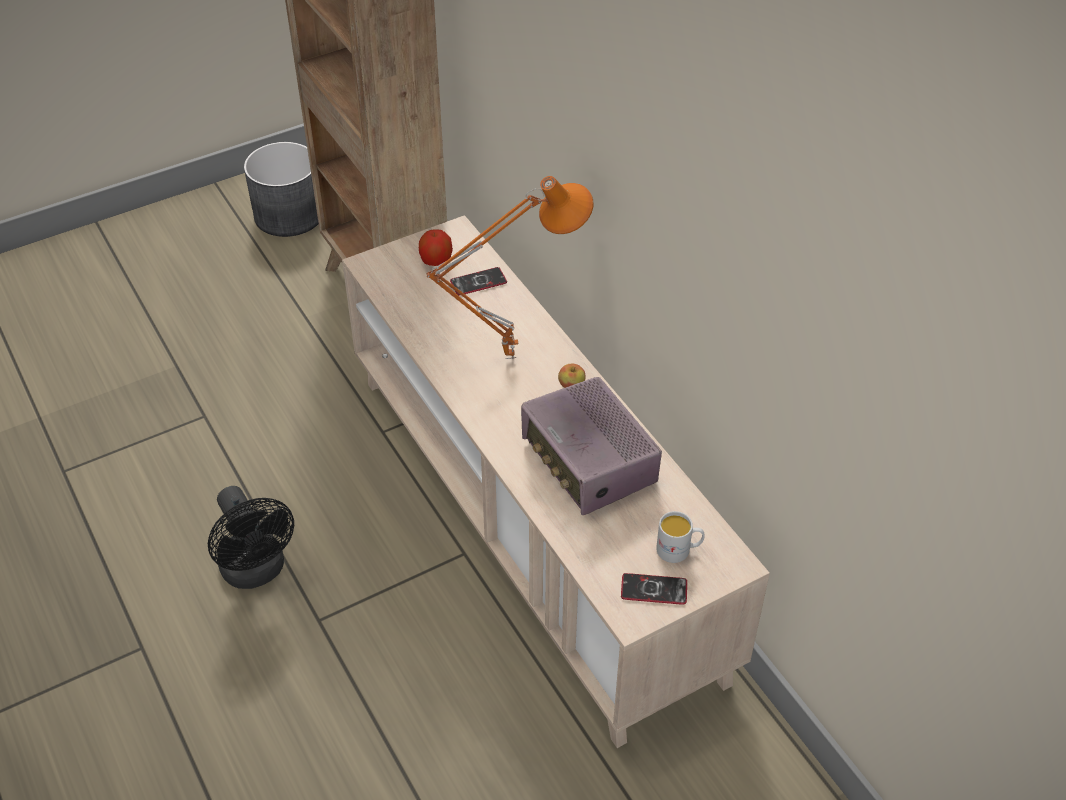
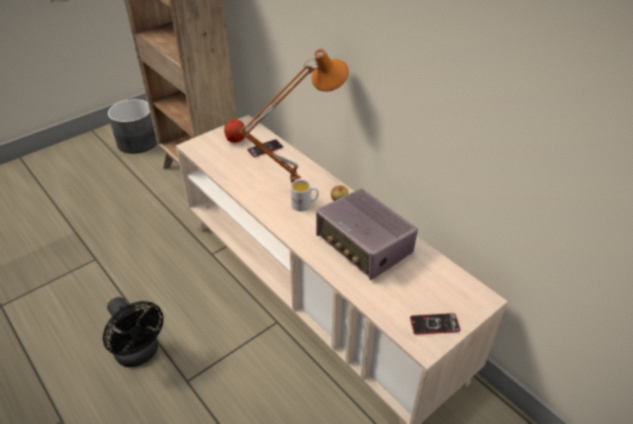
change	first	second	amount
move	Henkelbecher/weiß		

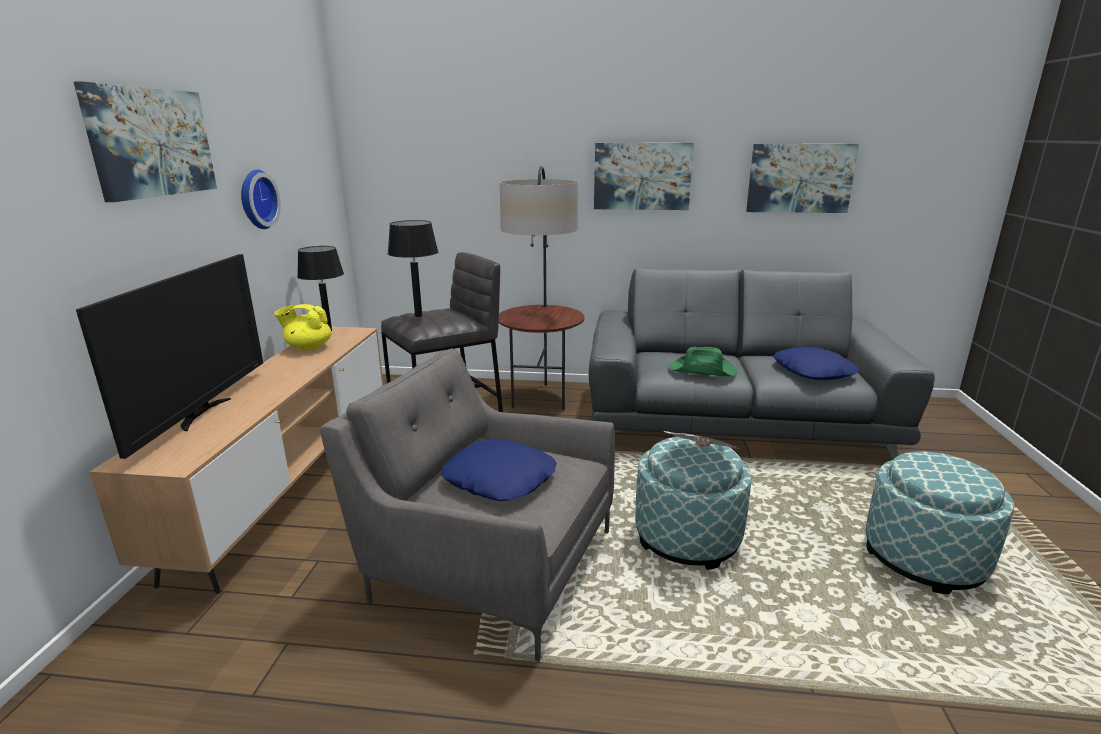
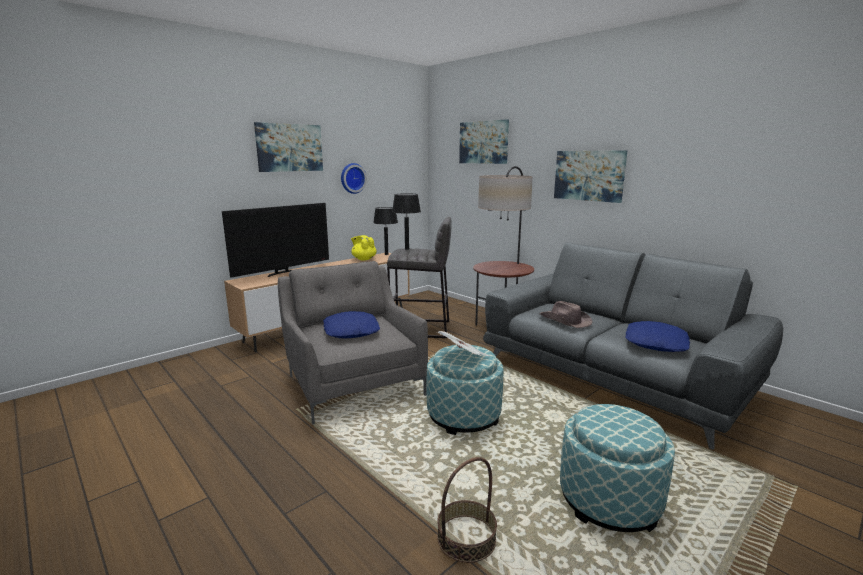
change	first	second	amount
move	Bild (3rd from left in the first image)	Bild (2nd from left)	
recolor	Hut/grün	Hut/braun	
insert		Korb	

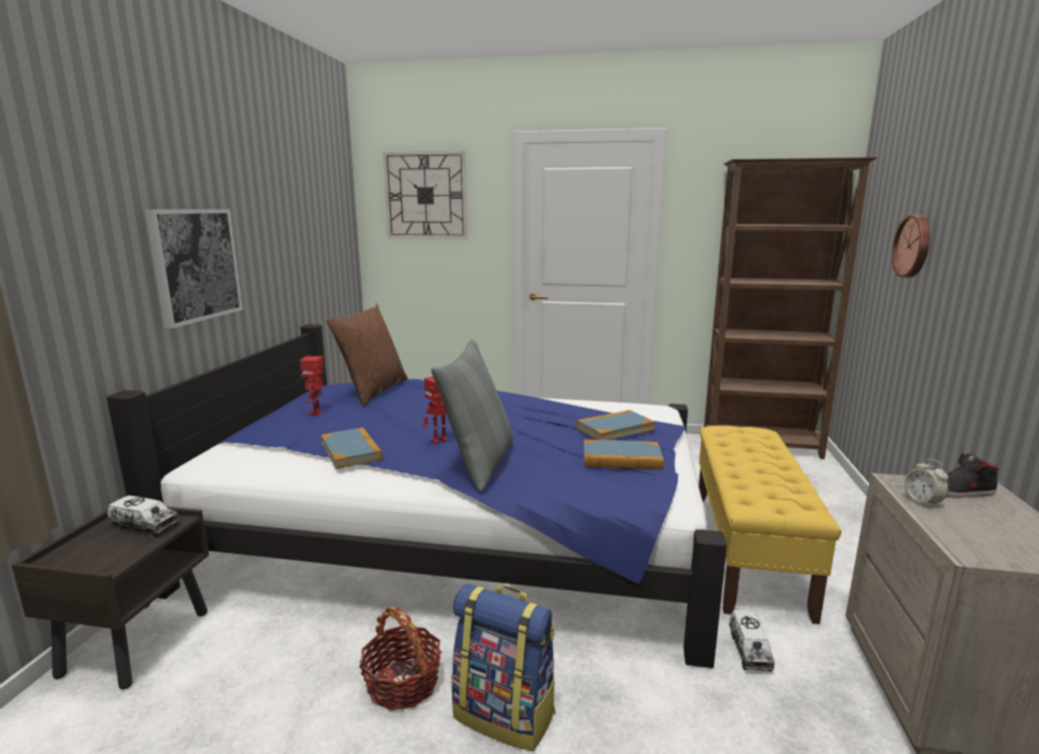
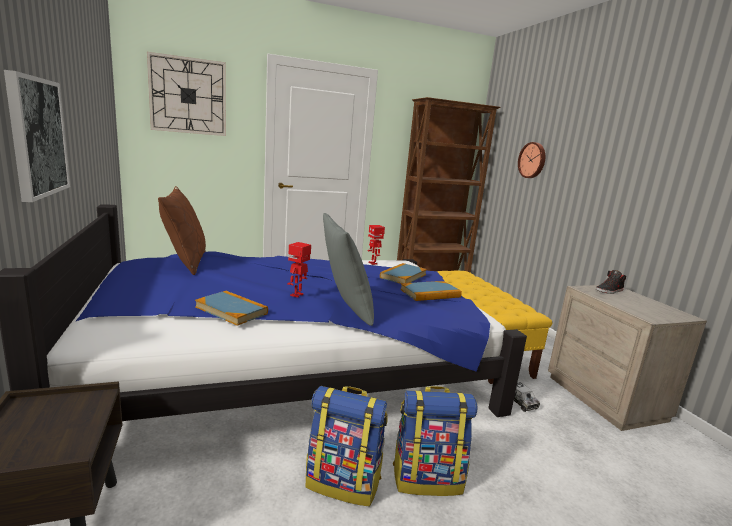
change	first	second	amount
move	Spielzeugroboter (1st from left in the first image)	Spielzeugroboter (2nd from left)	
delete	Wecker		
delete	Spielzeuglaster (1st from left)		
replace	Korb	Rucksack (1st from left)	

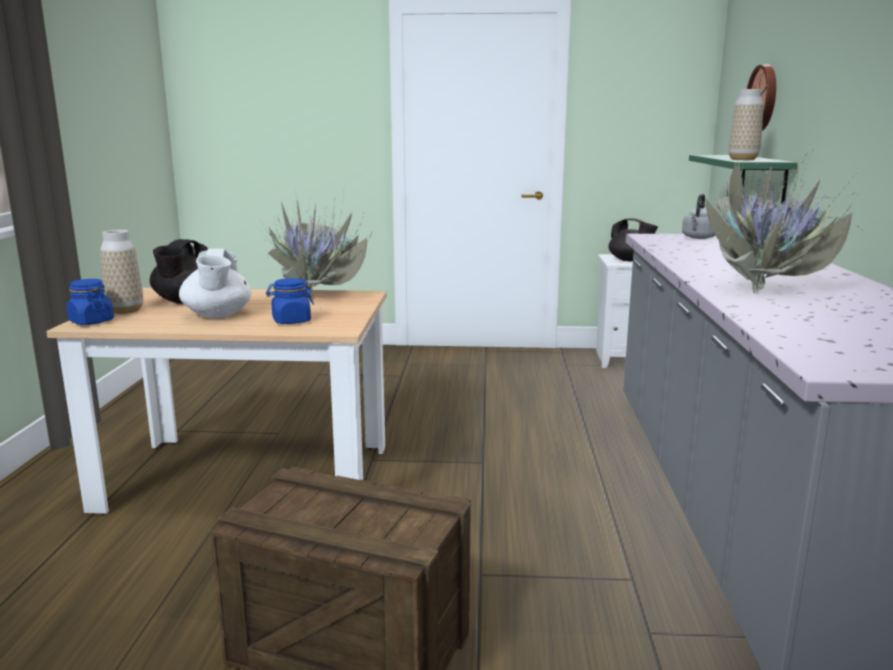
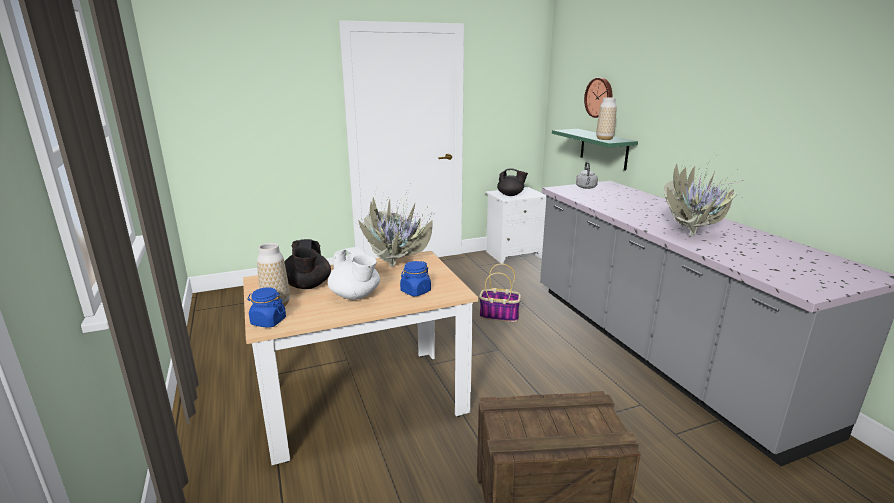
change	first	second	amount
insert		Korb	

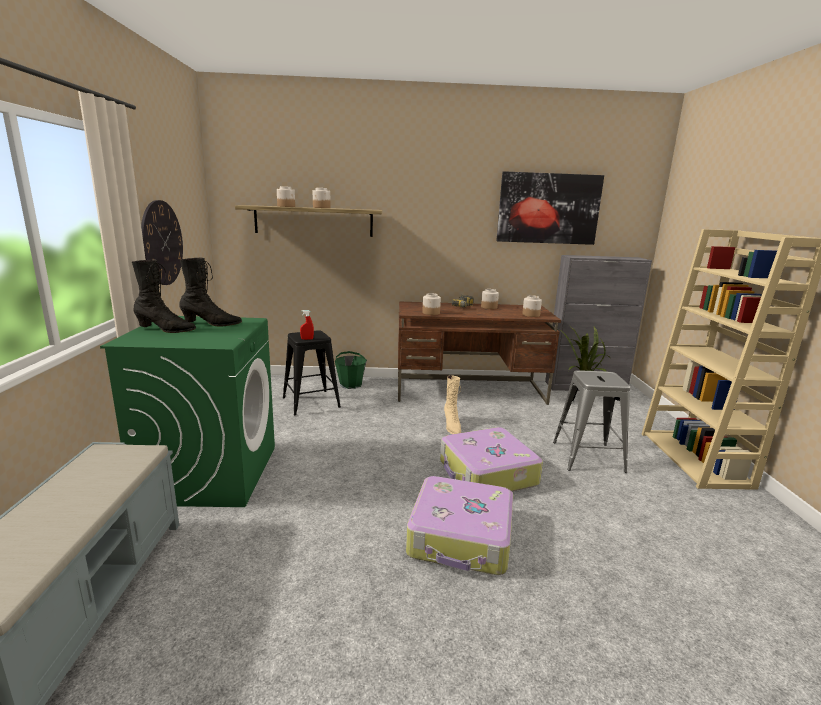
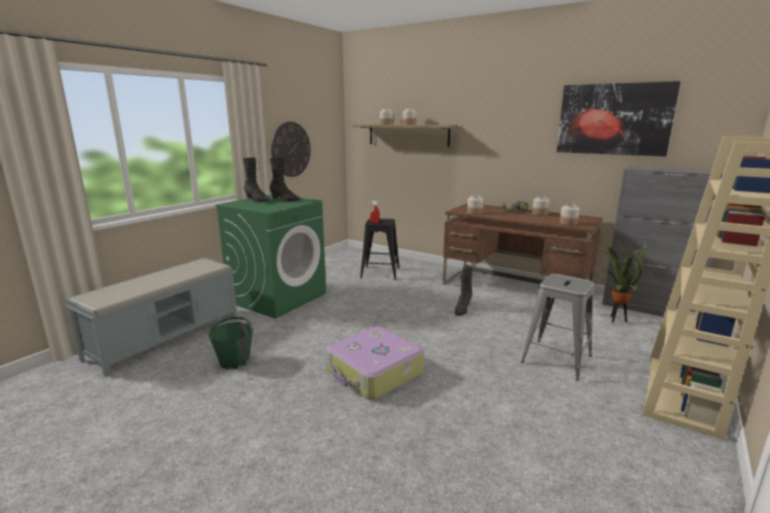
change	first	second	amount
move	Eimer/grün		
recolor	Stiefel/beige	Stiefel/schwarz (3rd from left)	
delete	Koffer (2nd from left)		

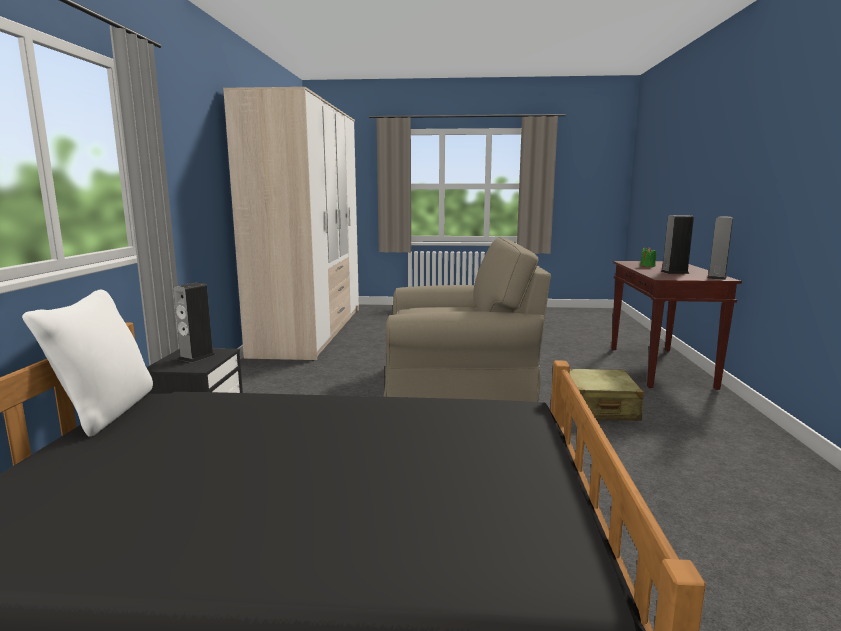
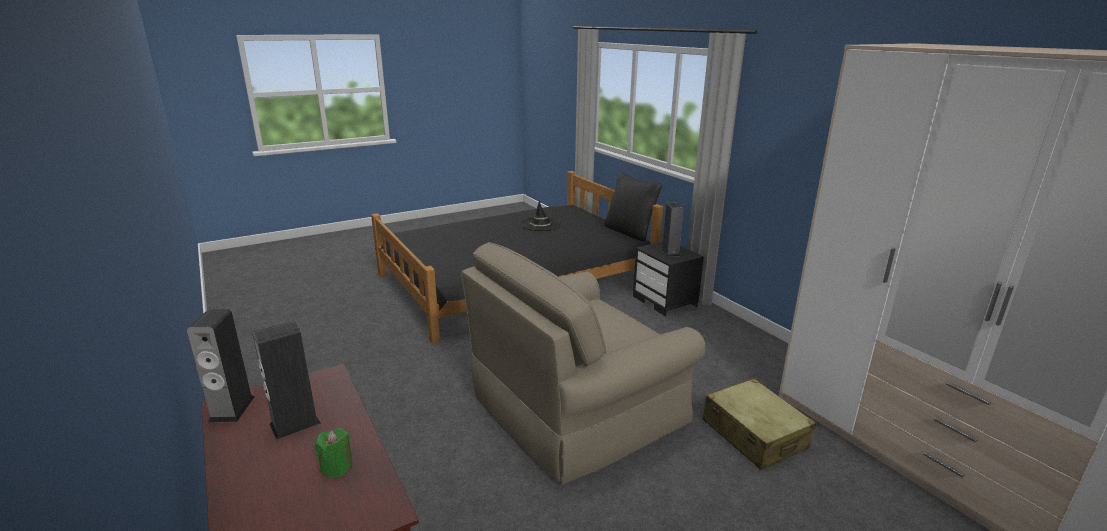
change	first	second	amount
recolor	Kissen/weiß	Kissen/schwarz	
move	Koffer/beige		
insert		Hut/schwarz	

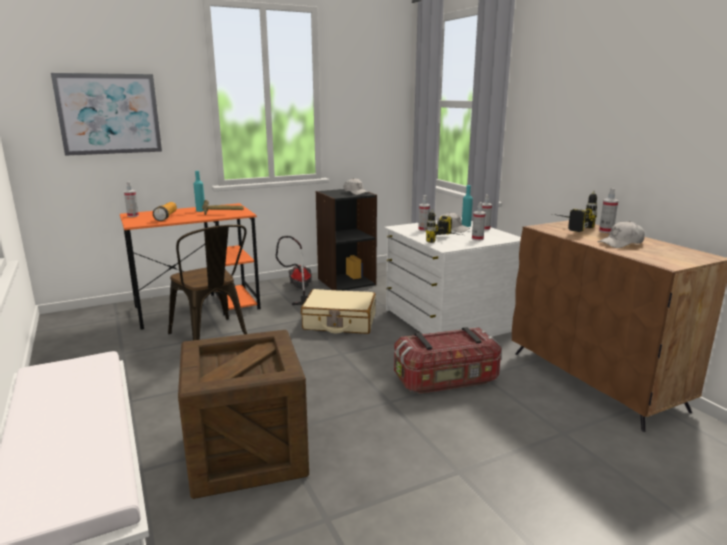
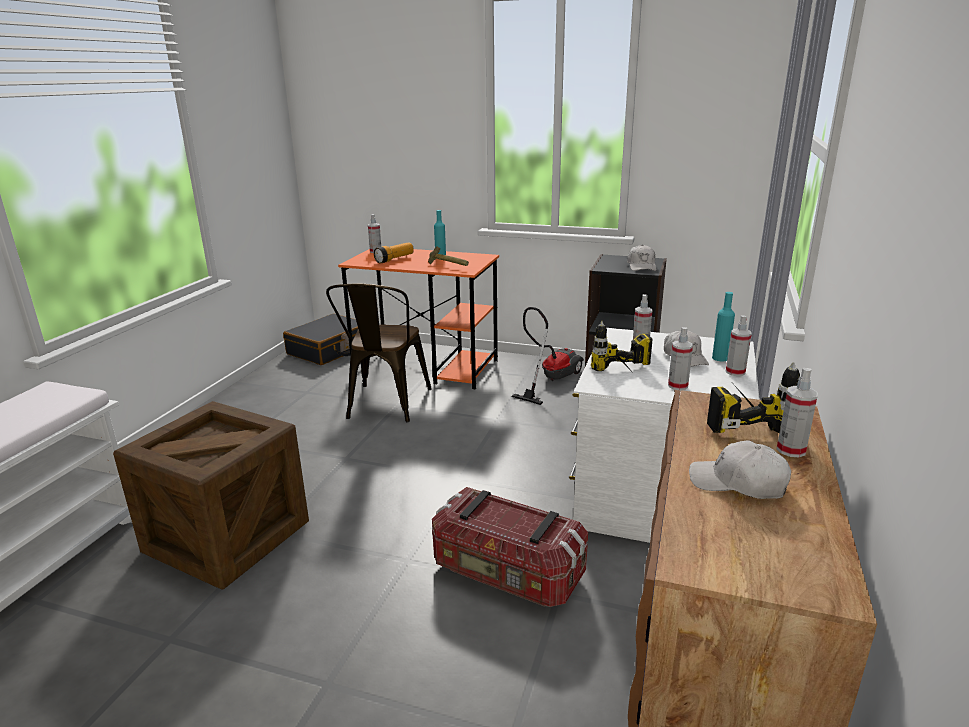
change	first	second	amount
delete	Bild		
delete	Koffer/beige		
insert		Koffer/schwarz	

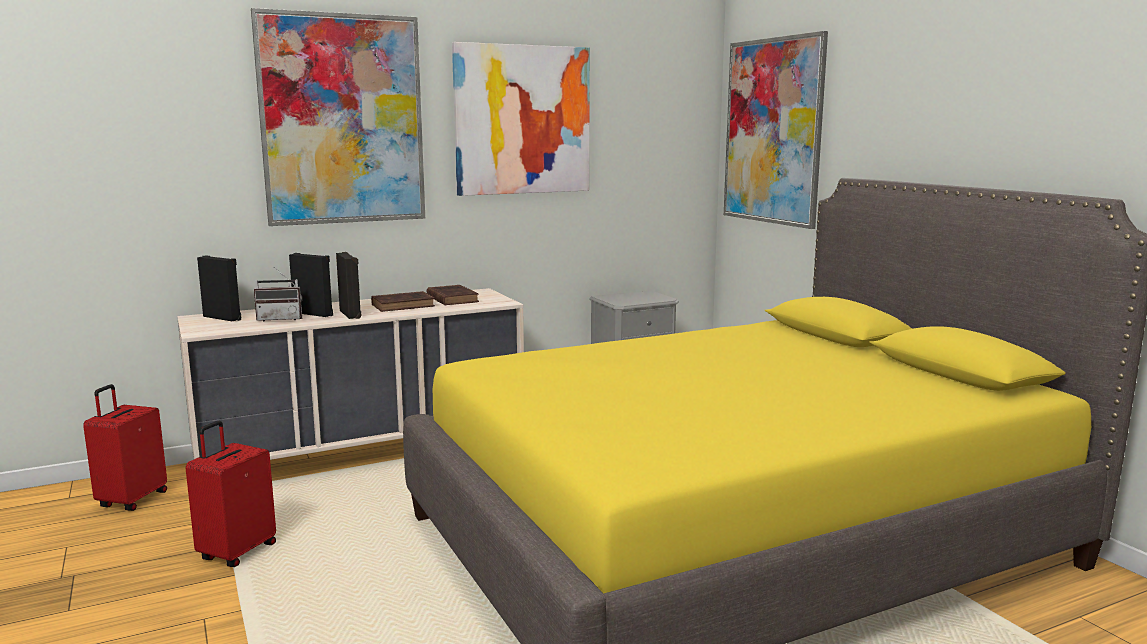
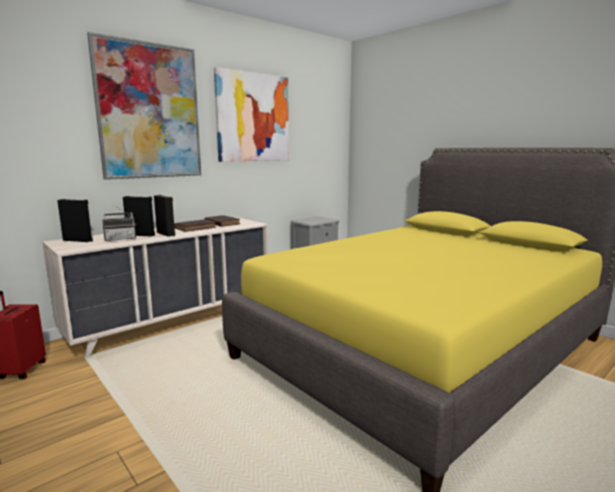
change	first	second	amount
delete	Bild (3rd from left)		
delete	Koffer/rot (2nd from left)		

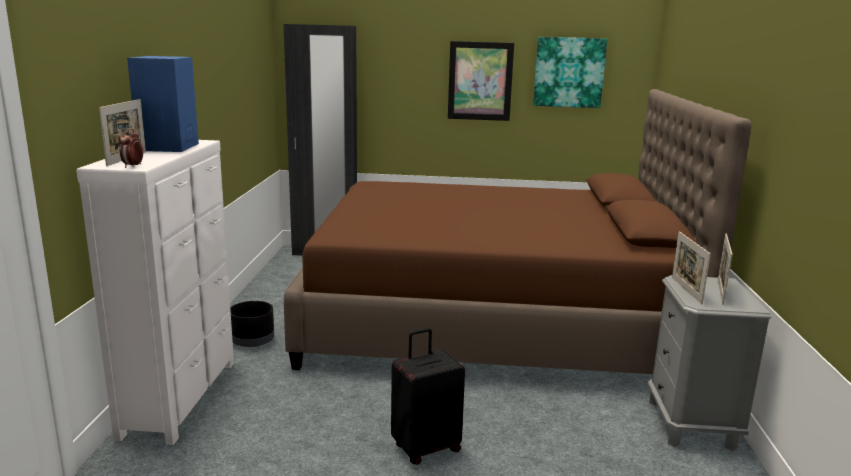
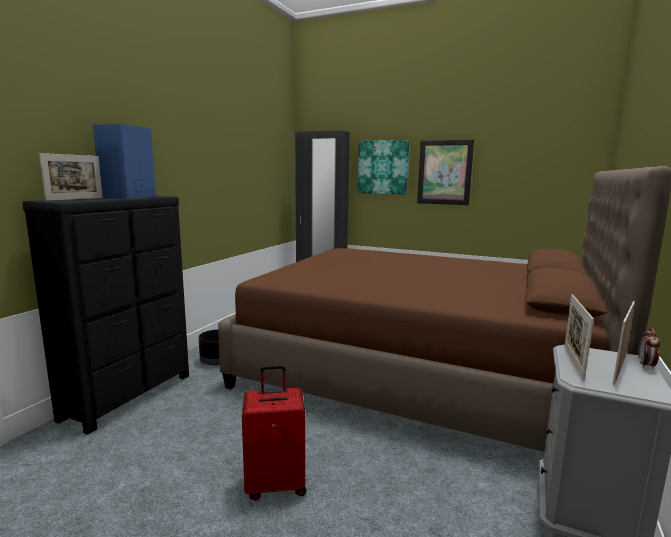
change	first	second	amount
move	Bild (2nd from left in the first image)	Bild (1st from left)	
move	Wecker		
recolor	Kommode/weiß	Kommode/schwarz	
recolor	Koffer/schwarz	Koffer/rot	

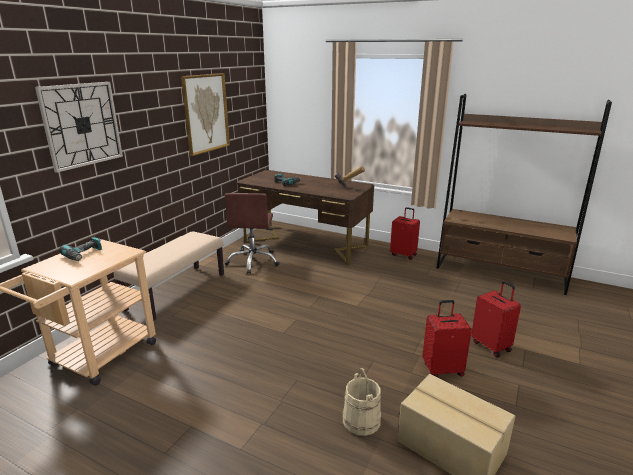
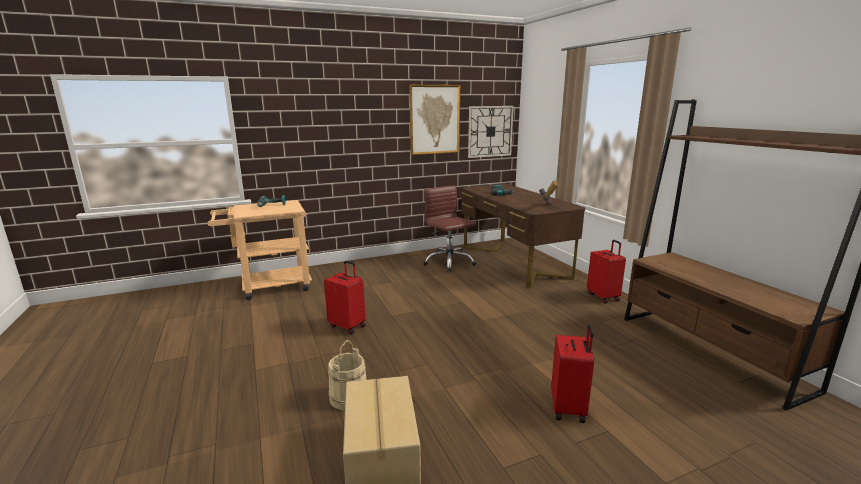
change	first	second	amount
move	Wanduhr		
rotate	Bürostuhl/braun		105 degrees clockwise
delete	Bank/beige		
move	Koffer/rot (2nd from left in the first image)	Koffer/rot (1st from left)	

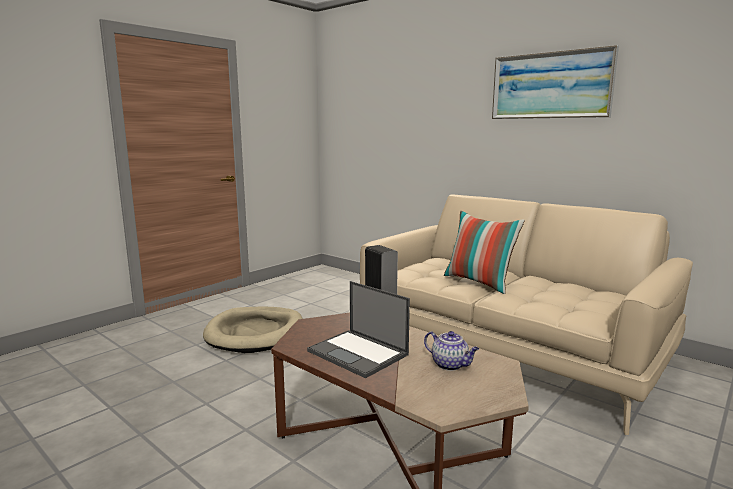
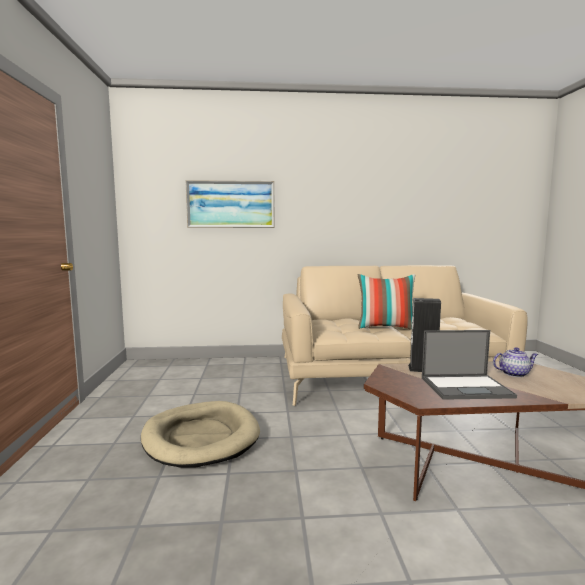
change	first	second	amount
move	Bild		

